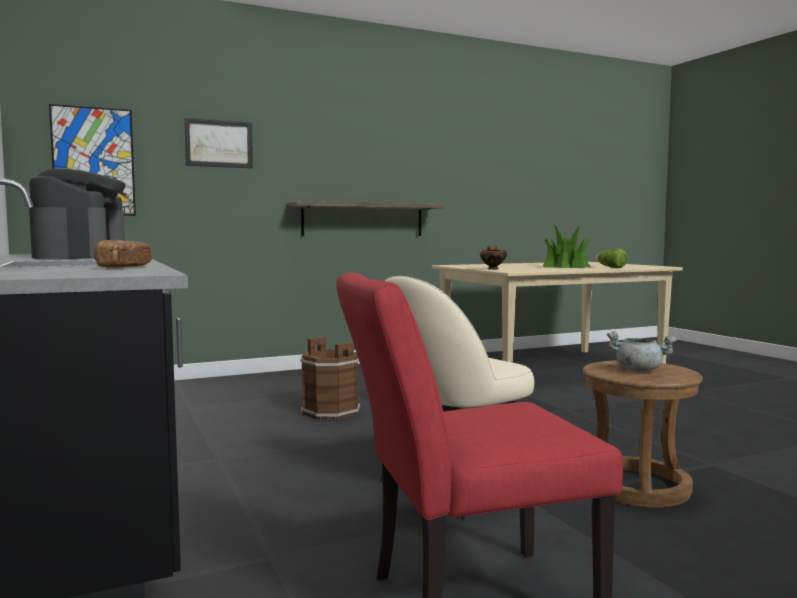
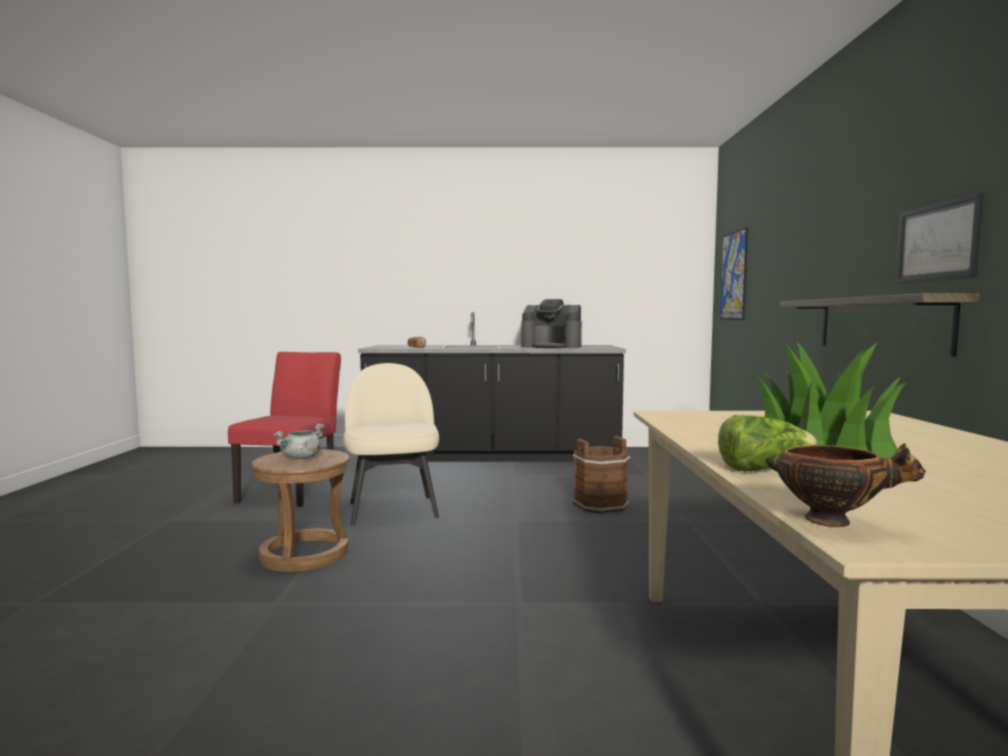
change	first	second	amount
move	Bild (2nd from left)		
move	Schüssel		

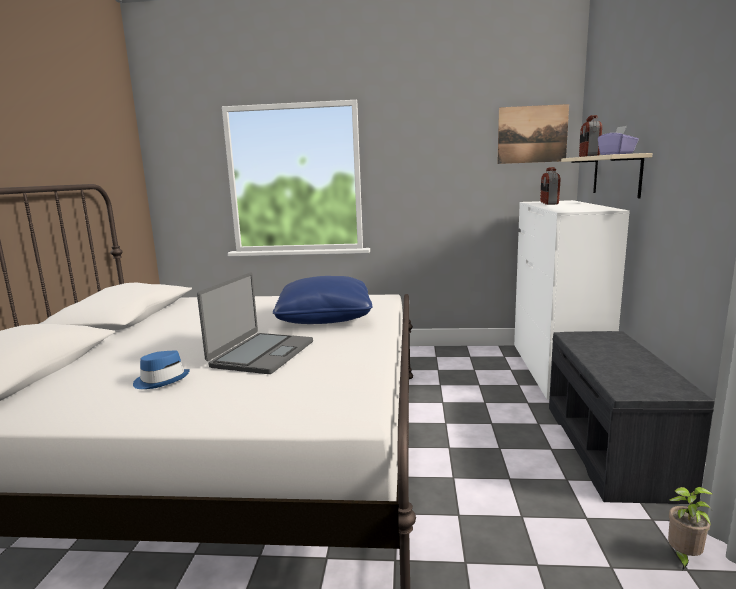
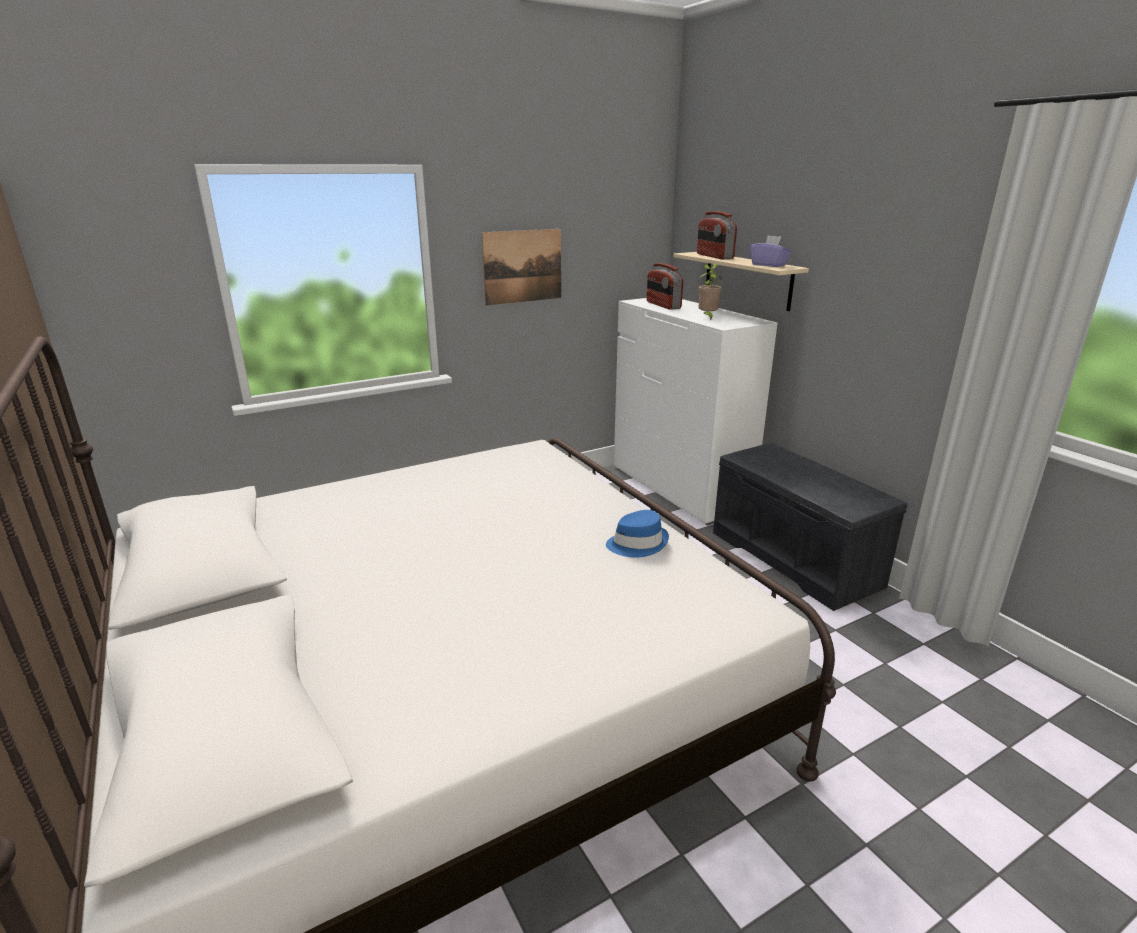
change	first	second	amount
move	Bild		
delete	Laptop		
delete	Kissen/blau		
move	Hut/blau		
move	Topfpflanze		

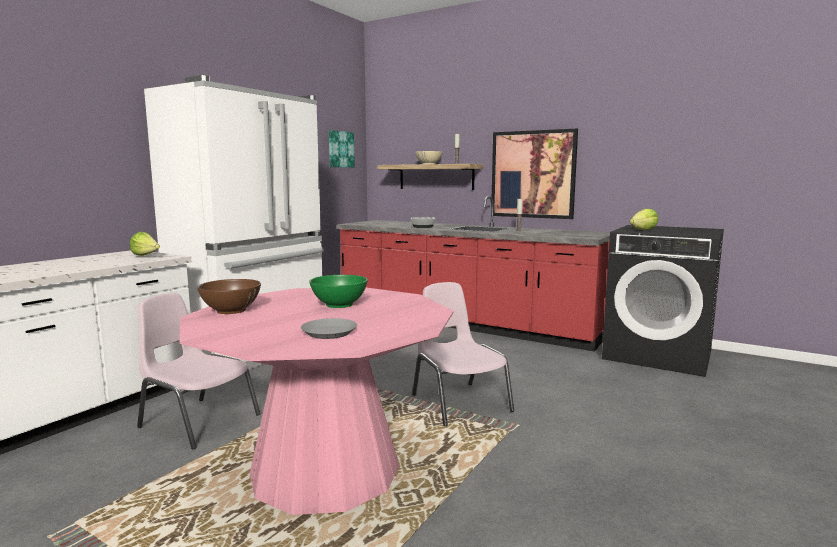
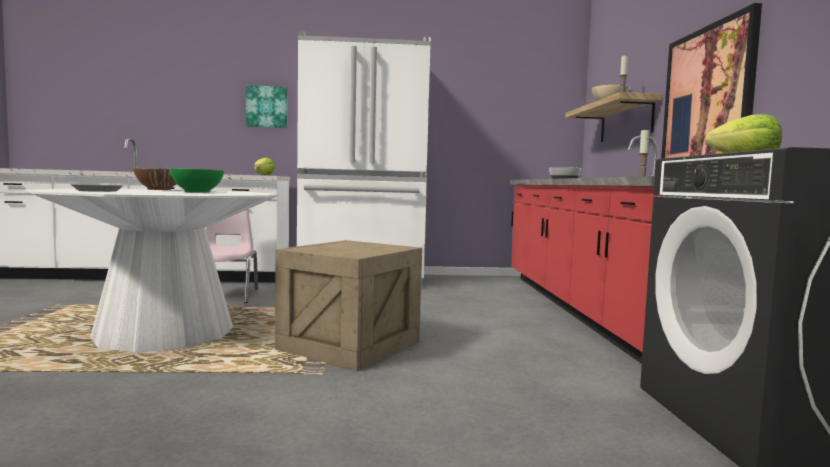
change	first	second	amount
move	Bild (1st from left)		
replace	Stuhl/rosa (2nd from left)	Kiste	
recolor	Esstisch/rosa	Esstisch/weiß	

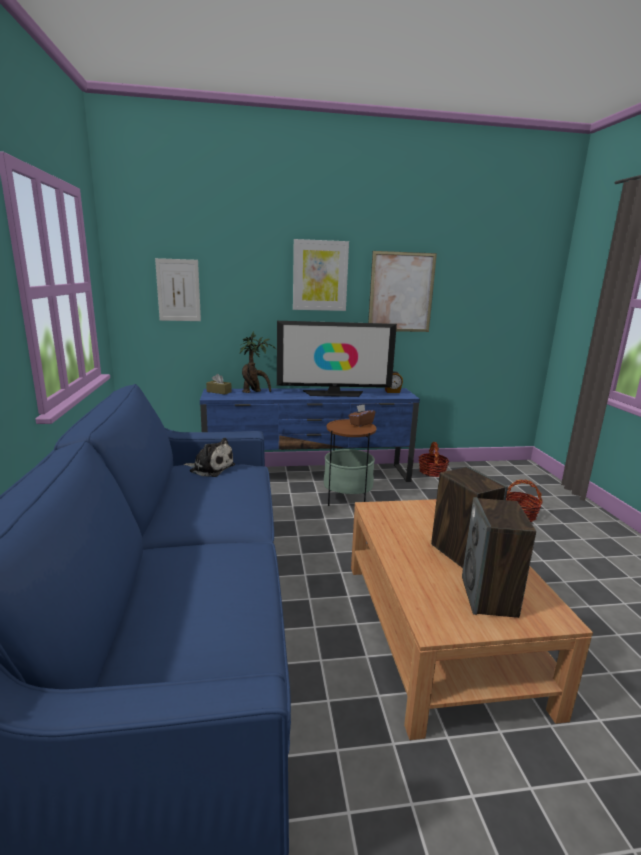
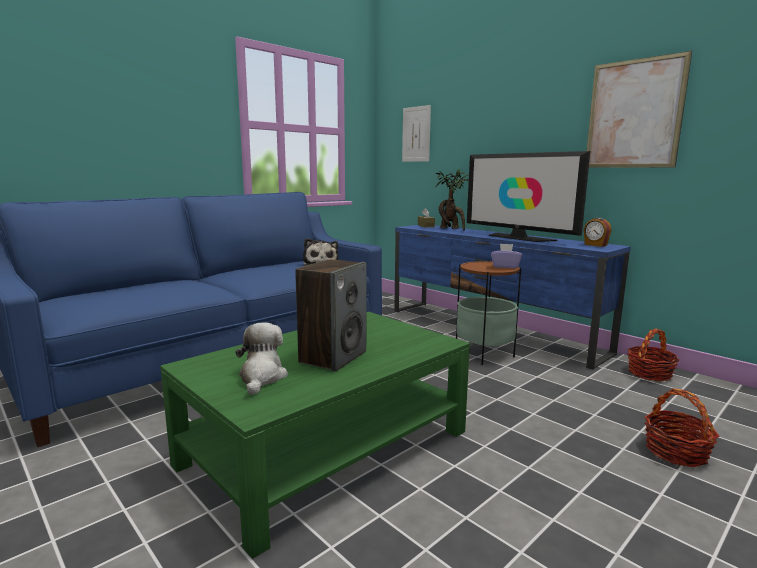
change	first	second	amount
delete	Bild (2nd from left)		
recolor	Taschentuchbox/braun (2nd from left)	Taschentuchbox/lila	
replace	Lautsprecher (2nd from left)	Plüschtier (1st from left)	
recolor	Couchtisch/braun	Couchtisch/grün	

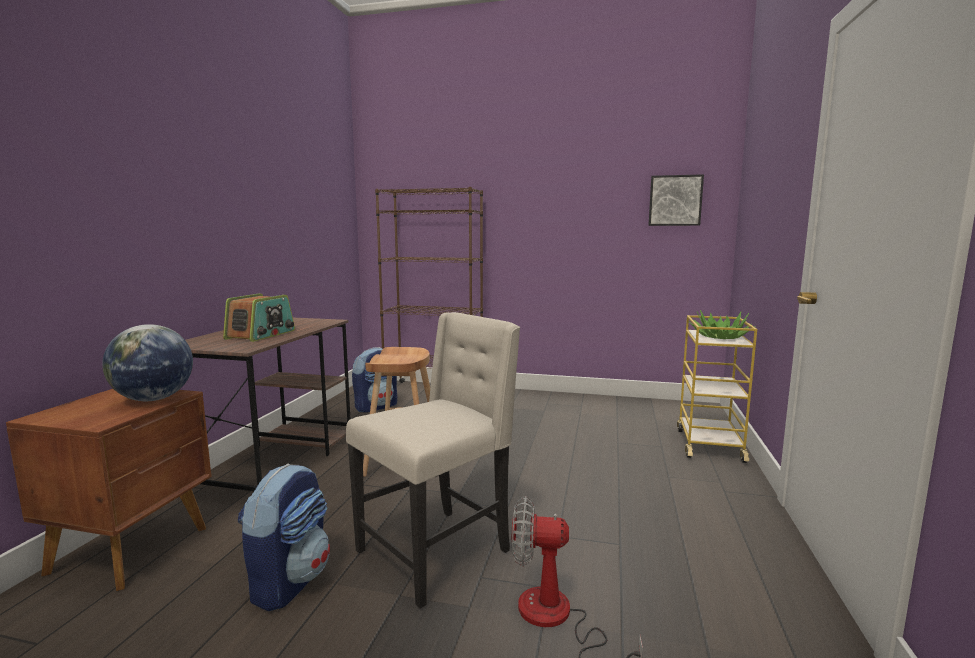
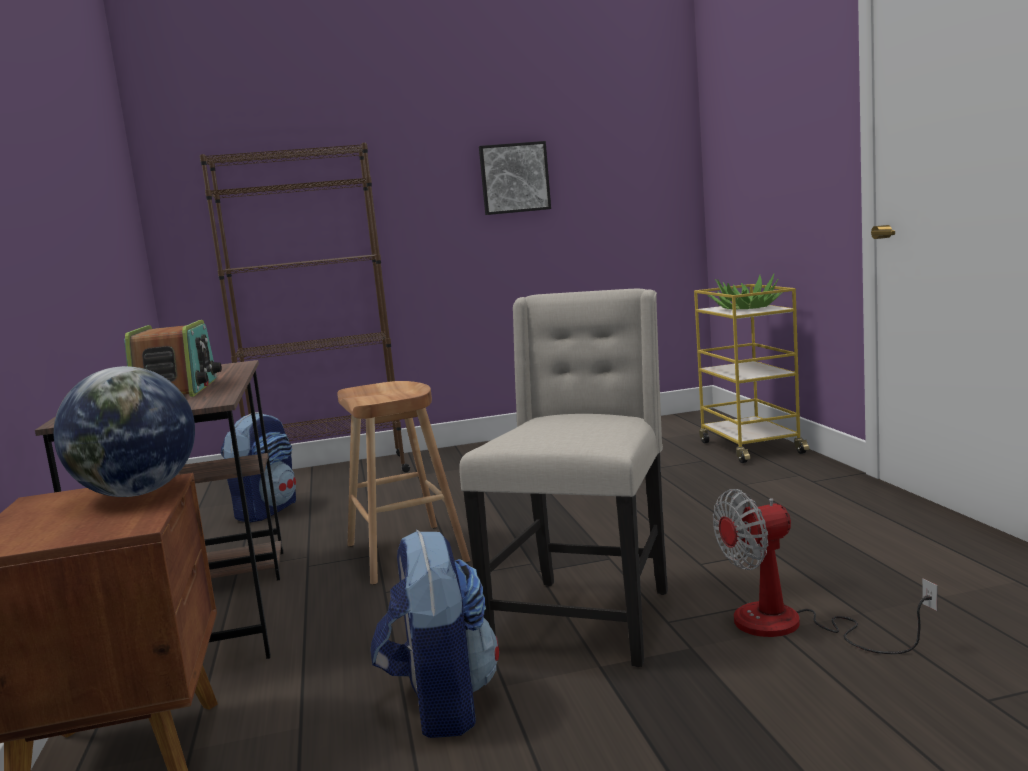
change	first	second	amount
move	Bild		

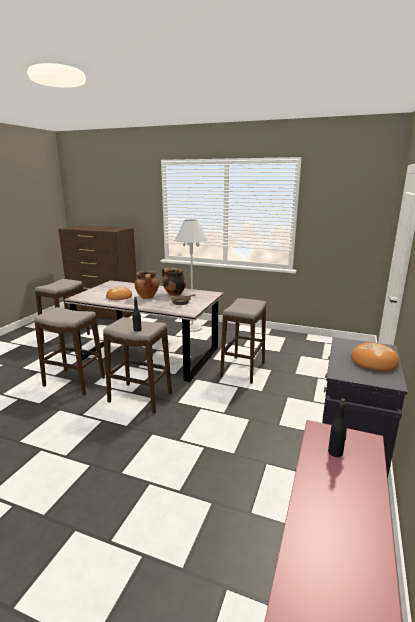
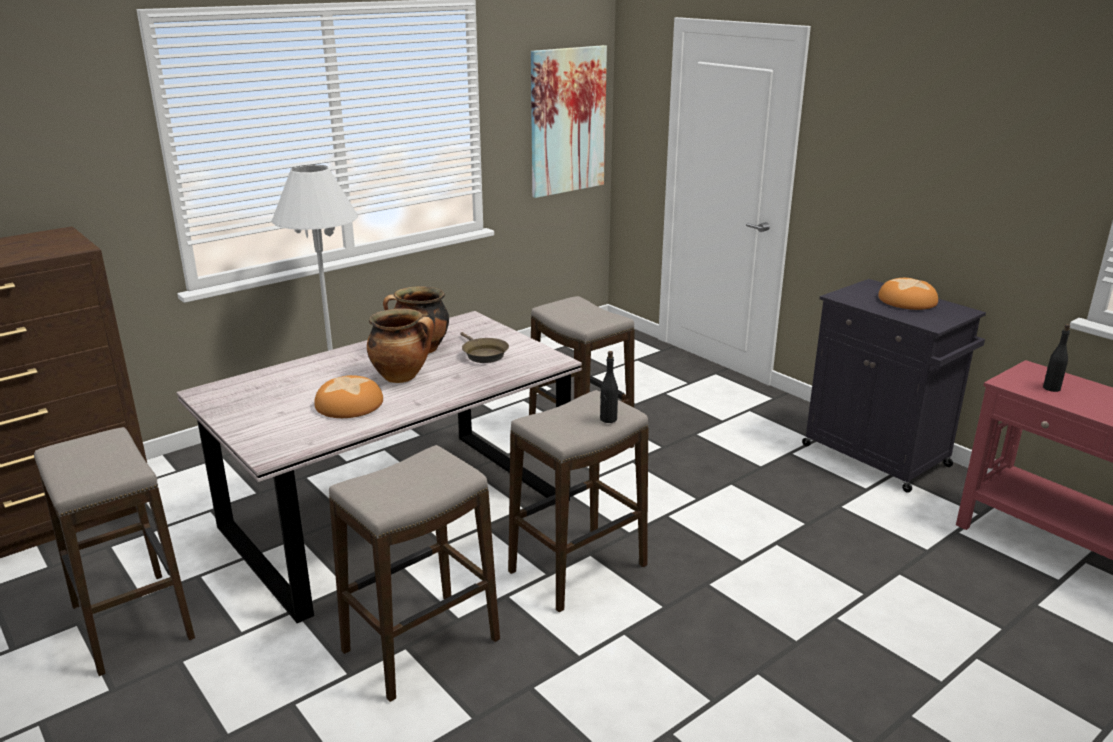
change	first	second	amount
insert		Bild	

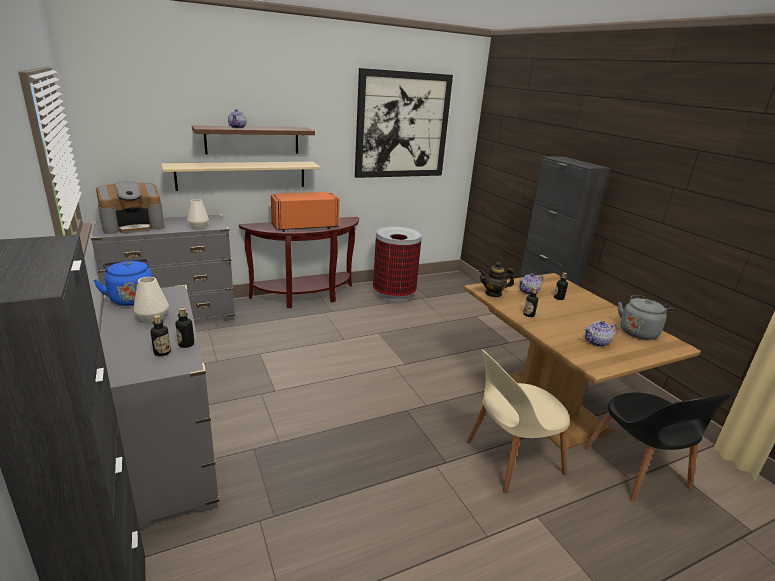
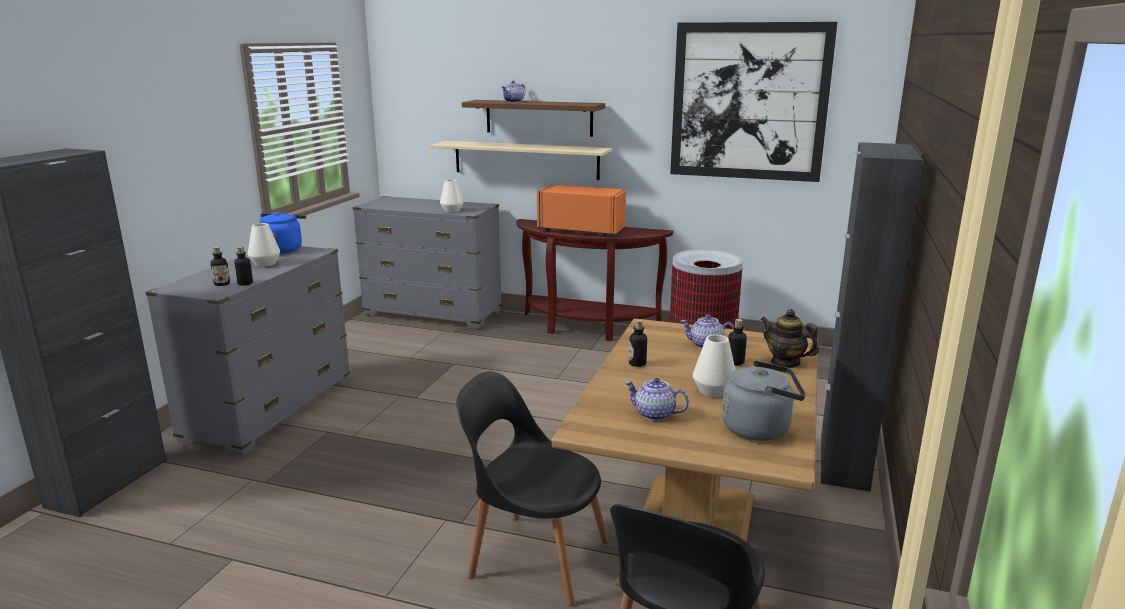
change	first	second	amount
delete	Kaffeemaschine		
move	Teekanne (2nd from left in the first image)	Teekanne (4th from left)	
recolor	Stuhl/beige	Stuhl/schwarz (1st from left)	
insert		Vase/weiß (3rd from left)	

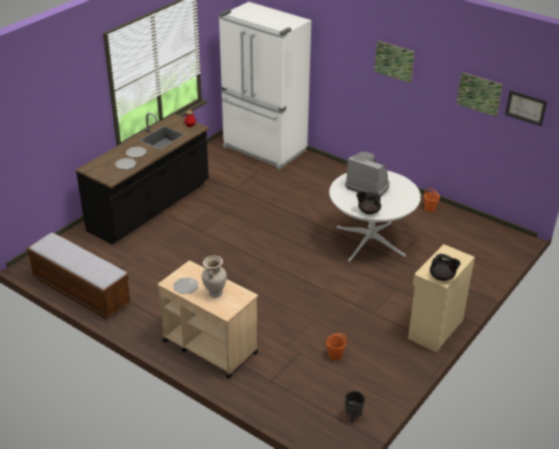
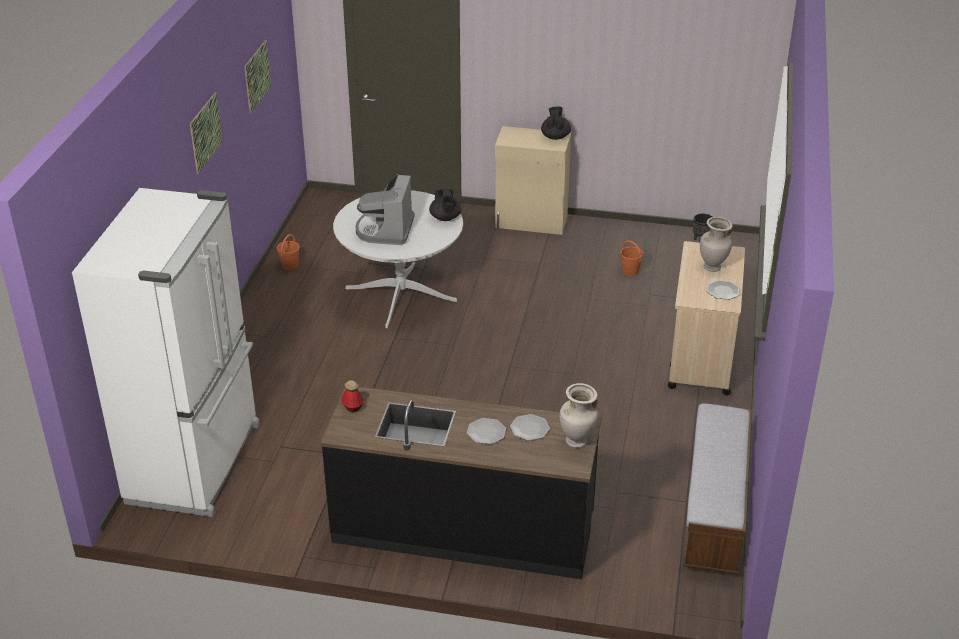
change	first	second	amount
delete	Bild (3rd from left)		
insert		Vase/beige (1st from left)	

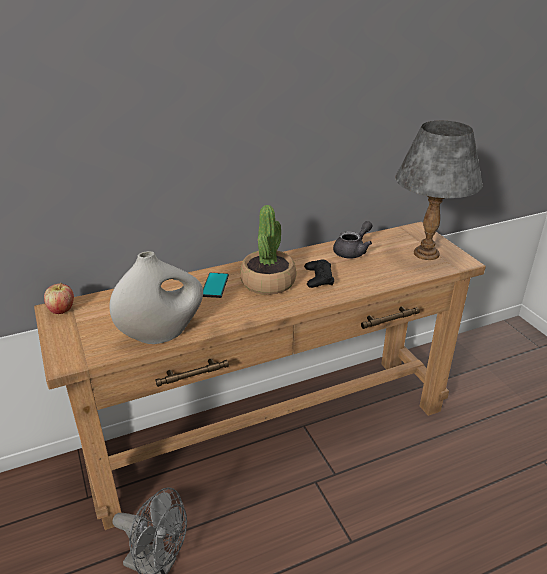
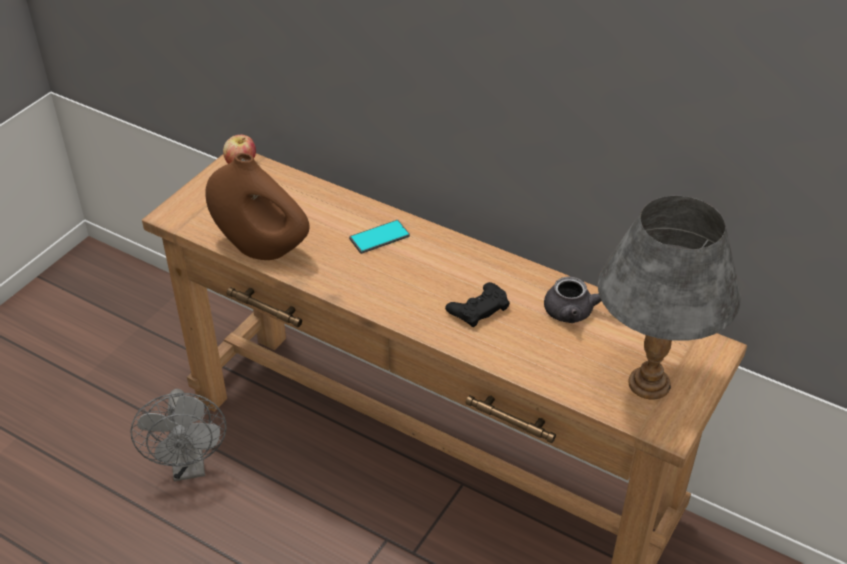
change	first	second	amount
delete	Topfpflanze		
recolor	Vase/weiß	Vase/braun	

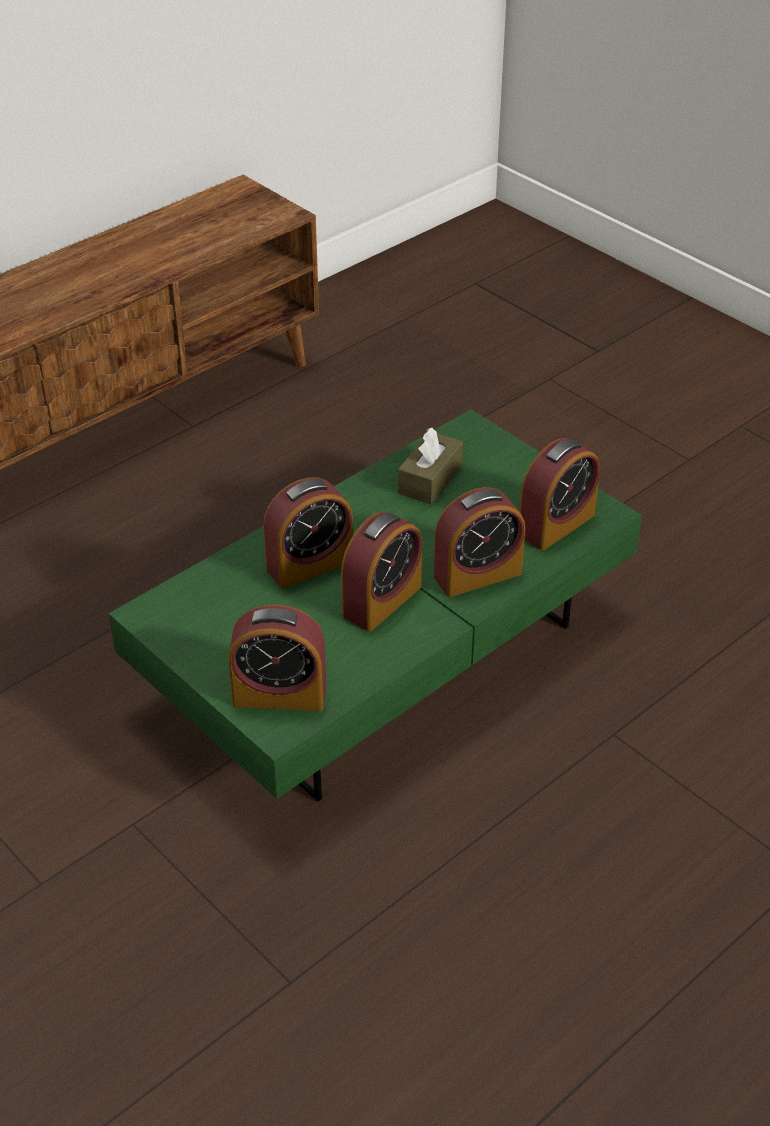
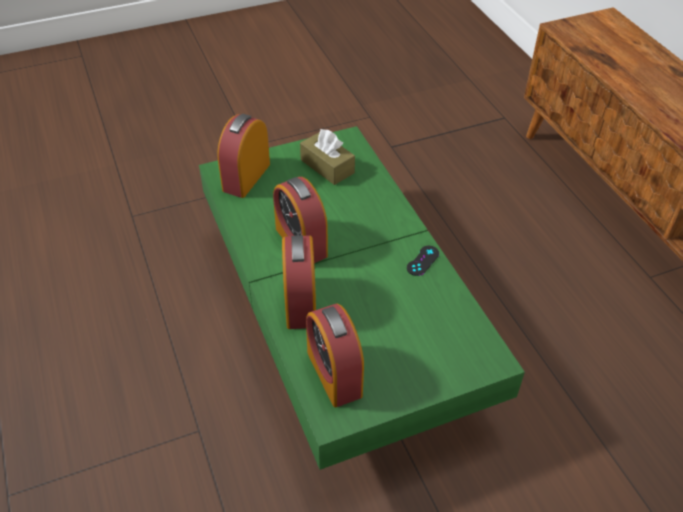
change	first	second	amount
move	Taschentuchbox/braun		
delete	Wecker (2nd from left)		
insert		Gamepad/schwarz	

